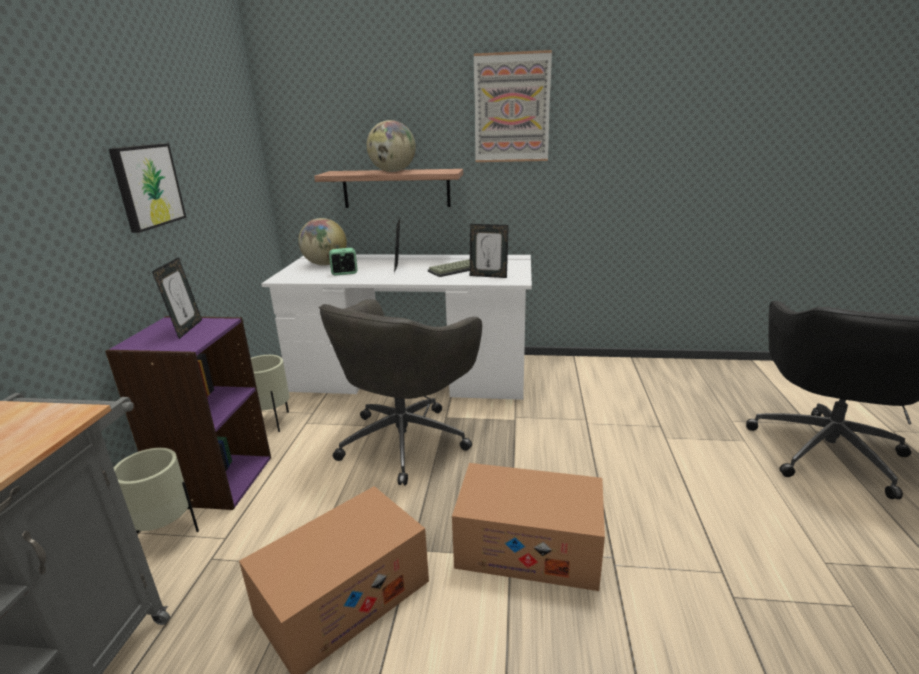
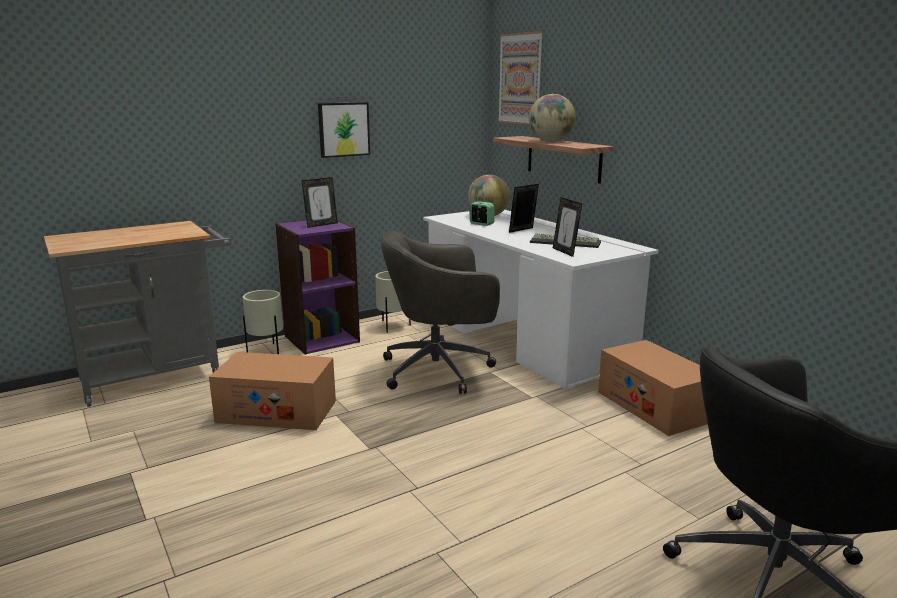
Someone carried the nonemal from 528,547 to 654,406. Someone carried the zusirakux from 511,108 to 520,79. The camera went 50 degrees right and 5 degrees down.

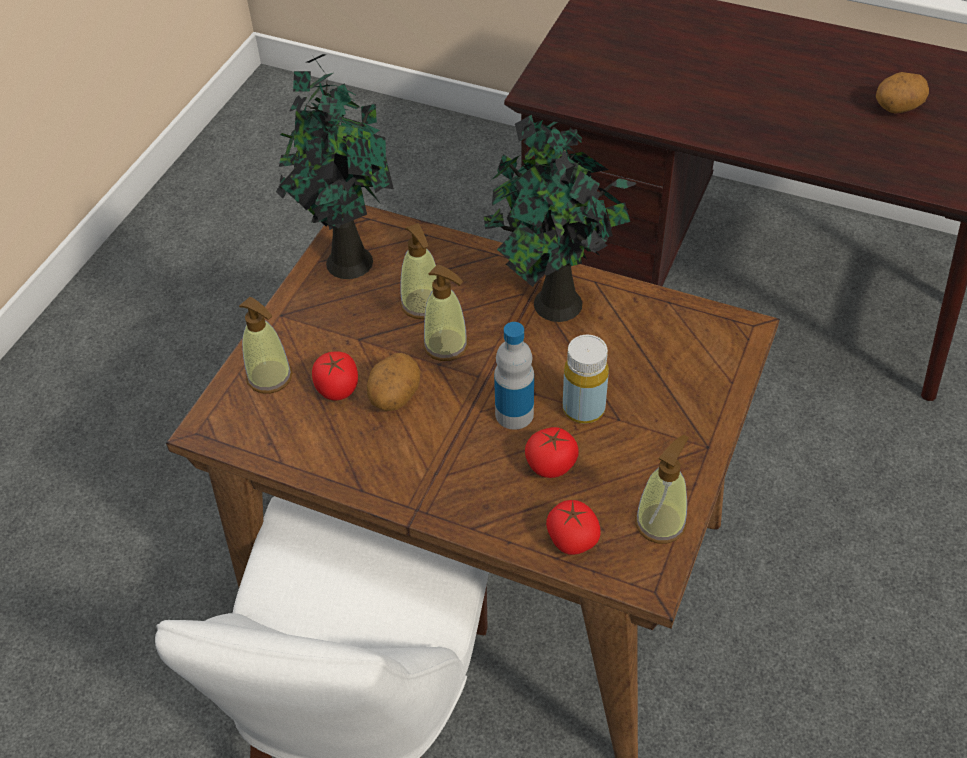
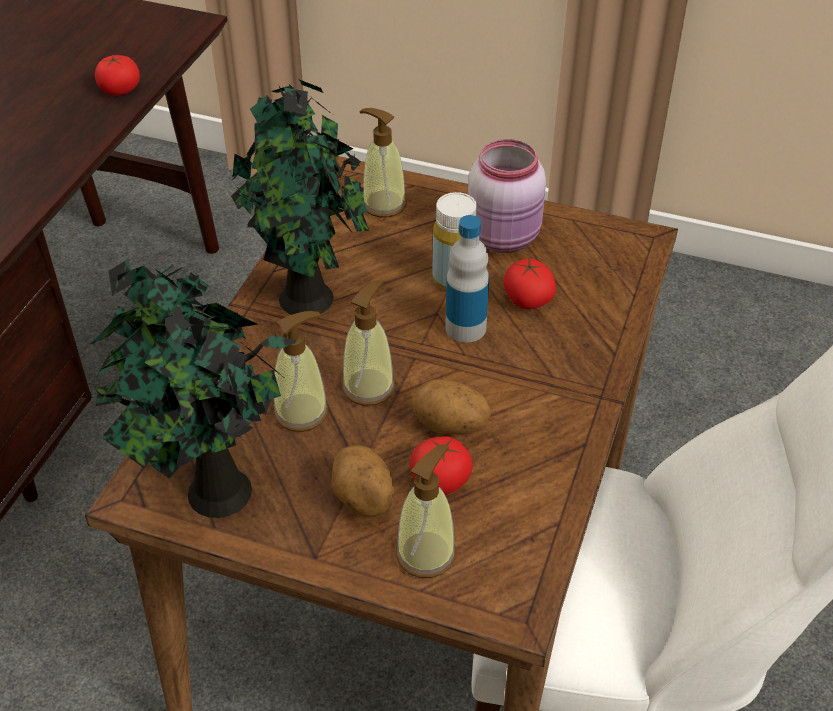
Someone carried the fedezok from 572,539 to 120,90. Someone carried the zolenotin from 660,522 to 383,204. Someone carried the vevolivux from 897,108 to 362,500. Someone put down the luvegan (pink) at 505,237. The camera went 95 degrees left and 5 degrees down.

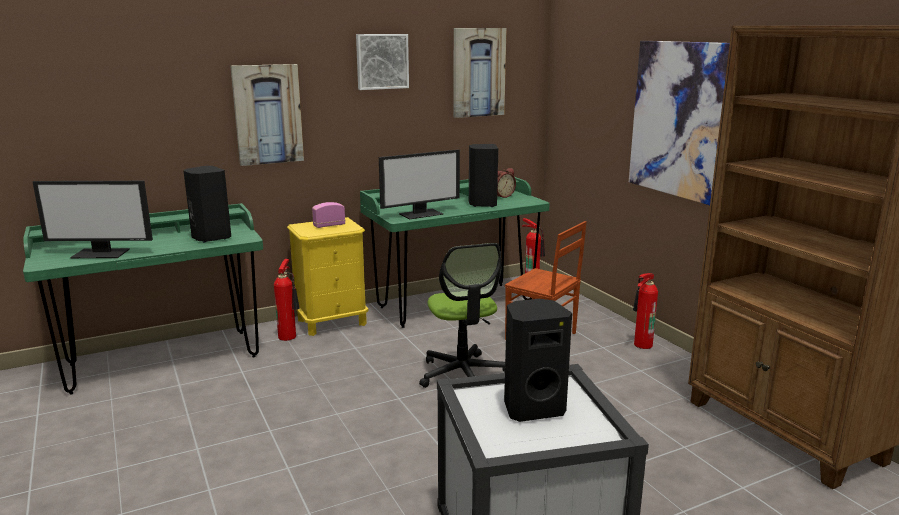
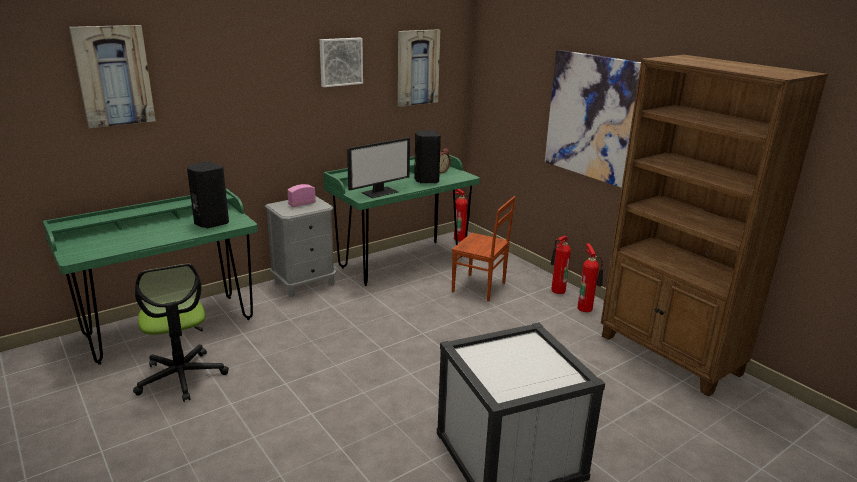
Someone took away the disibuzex at 101,253. Someone carried the zusirakux from 267,114 to 114,76. Someone carried the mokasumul from 289,336 to 586,308. Someone repainted the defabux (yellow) at 332,322, which became the defabux (grey) at 304,283. Someone carried the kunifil from 463,374 to 181,377. Someone took away the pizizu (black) at 532,408. The camera went 10 degrees left and 5 degrees up.

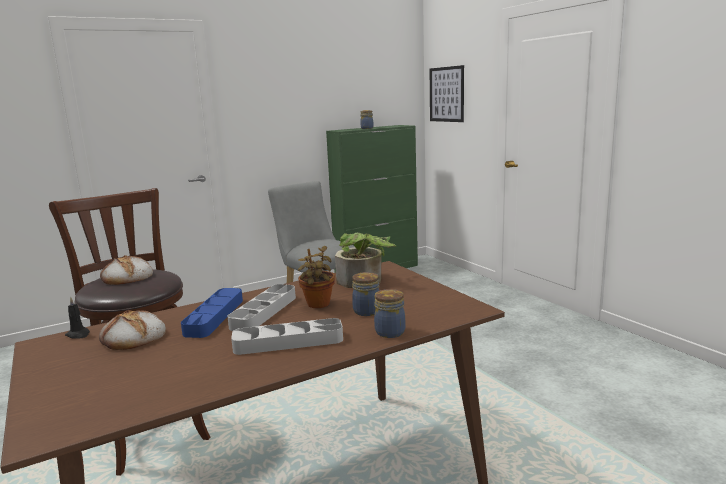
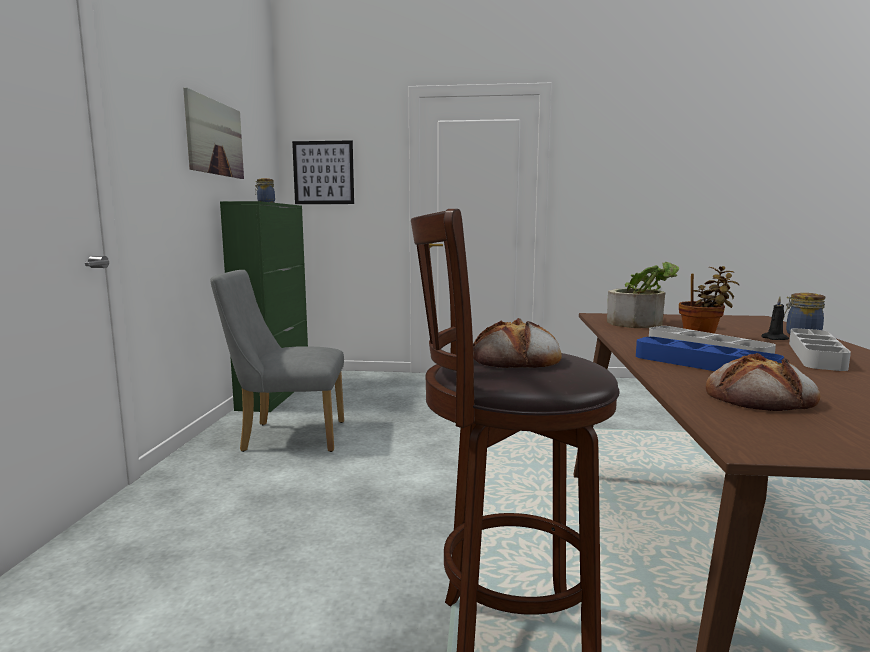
Someone carried the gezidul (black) from 78,334 to 776,338. Someone took away the luvegan at 367,311. Someone put up the zusirakux at 215,138. The camera went 55 degrees left and 5 degrees down.

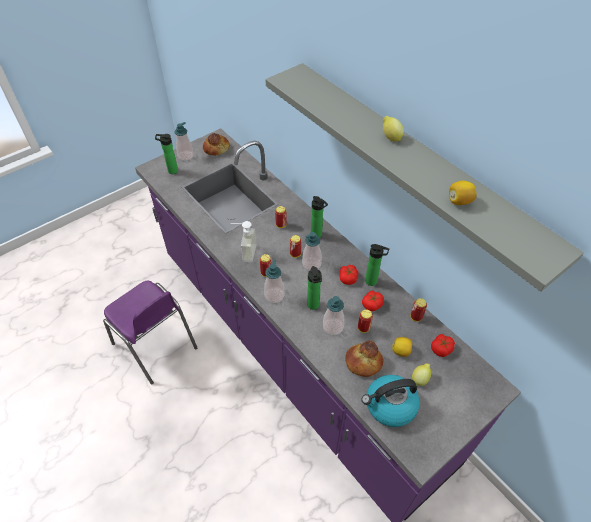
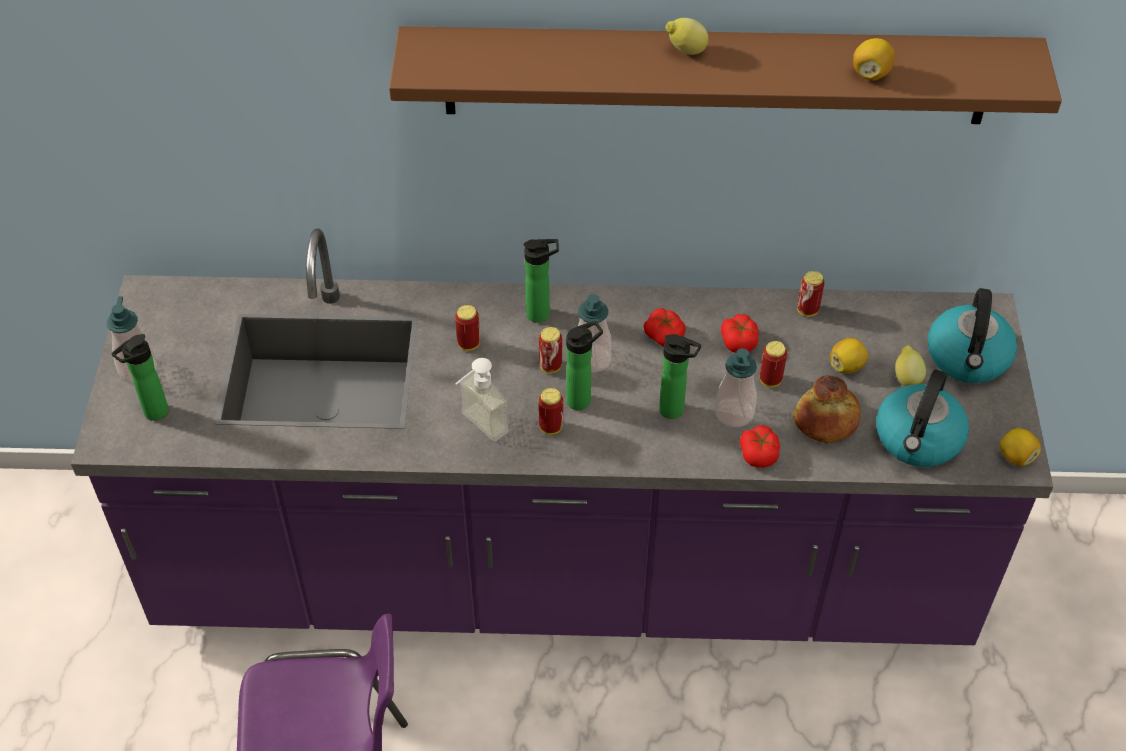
Someone took away the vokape at 216,148. Someone took away the zolenotin at 274,295. Someone repainted the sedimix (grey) at 413,165, which became the sedimix (brown) at 716,75. Someone carried the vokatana from 373,282 to 582,399. Someone carried the fedezok from 441,349 to 759,454. Someone put down the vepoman at 968,358. Someone put down the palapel at 1016,457. The camera went 50 degrees left and 0 degrees up.

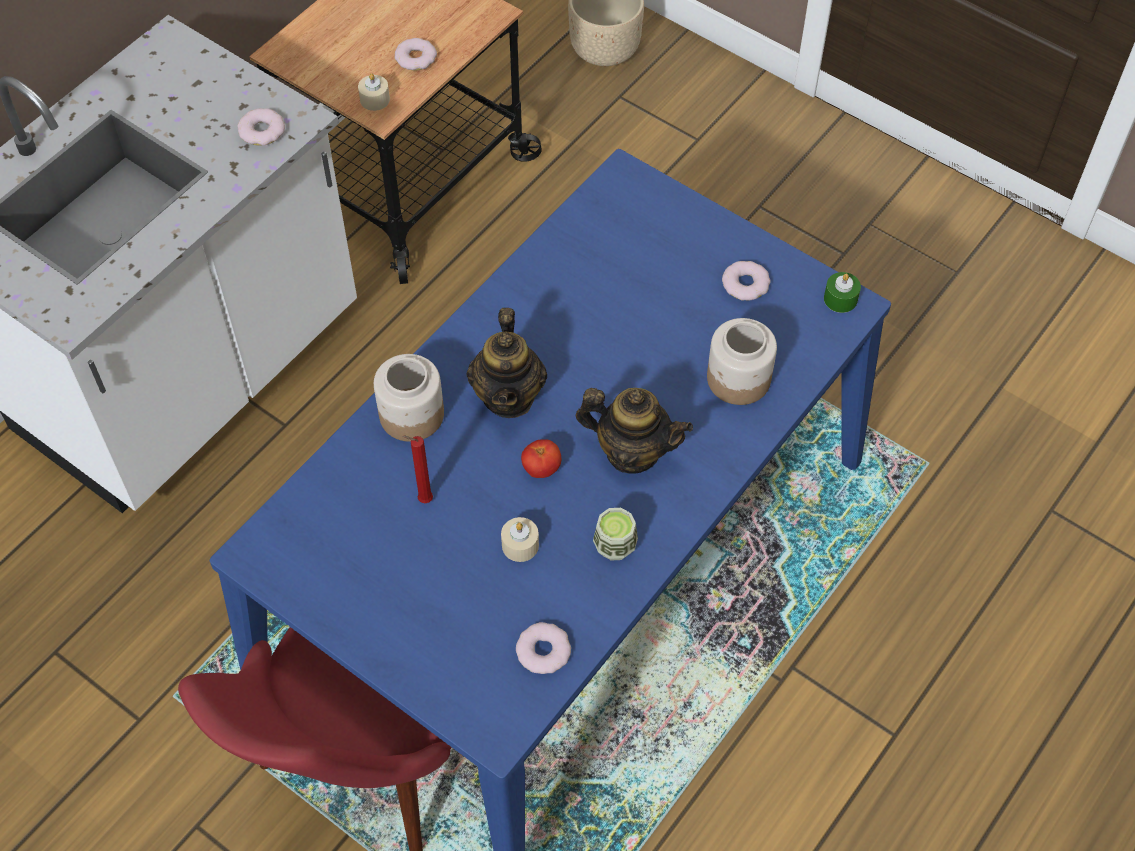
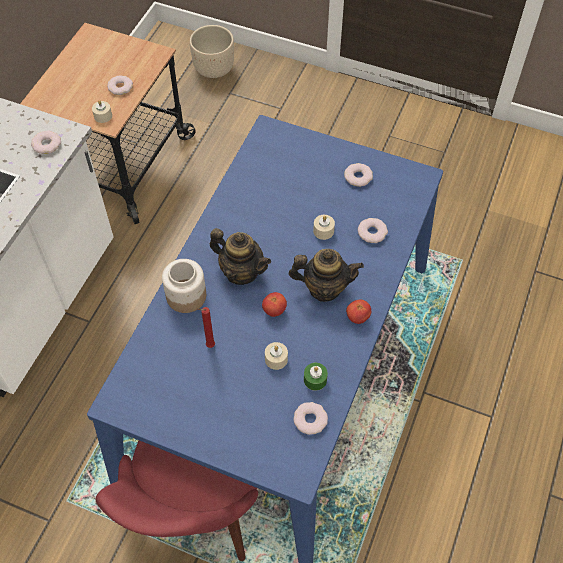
Someone rotated the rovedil at 509,396 by 45 degrees counterclockwise. Someone took away the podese at 615,545. Someone swapped the luvegan at 738,379 for the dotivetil at 372,232. Someone carried the gezidul (green) from 840,299 to 315,379. Someone put down the gezidul (beige) at 323,231. Someone put down the fedezok at 357,317. The camera went 15 degrees left and 0 degrees up.

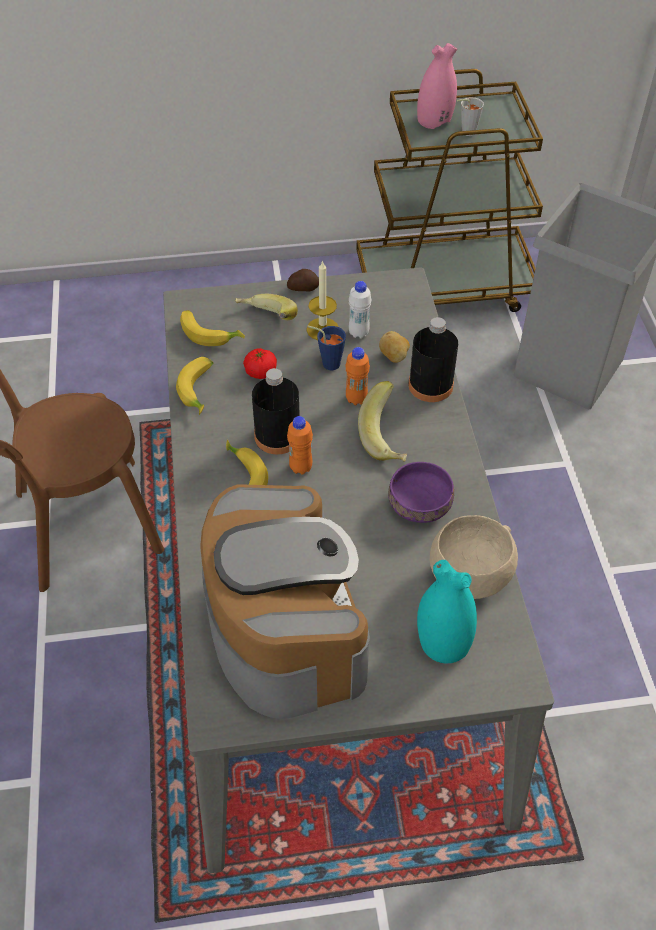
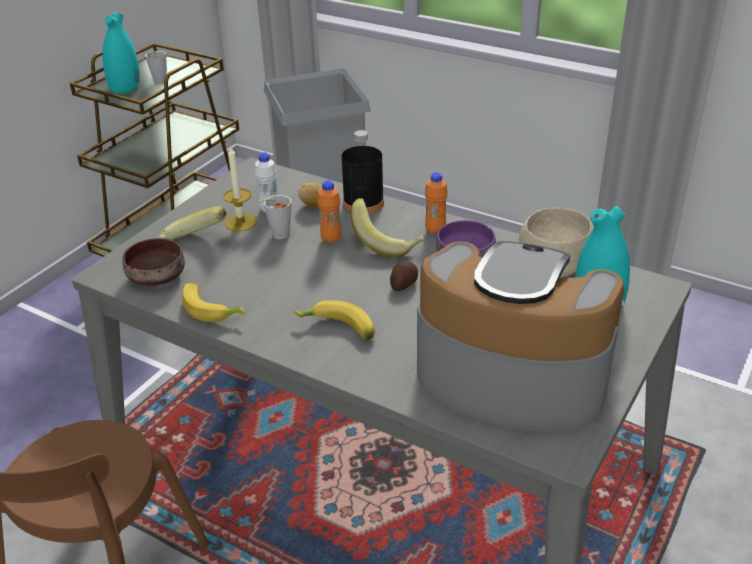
Someone swapped the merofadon at 210,333 for the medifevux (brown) at 158,276. Someone took away the fedezok at 260,372. Someone took away the vokatana (black) at 277,436. Someone carried the vevolivux from 303,287 to 403,284. Someone carried the vokatana (orange) from 300,467 to 435,231. Someone repainted the podese (blue) at 327,363, which became the podese (grey) at 277,236. Someone repainted the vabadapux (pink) at 434,121, which became the vabadapux (turquoise) at 125,87. The camera went 50 degrees left and 15 degrees down.

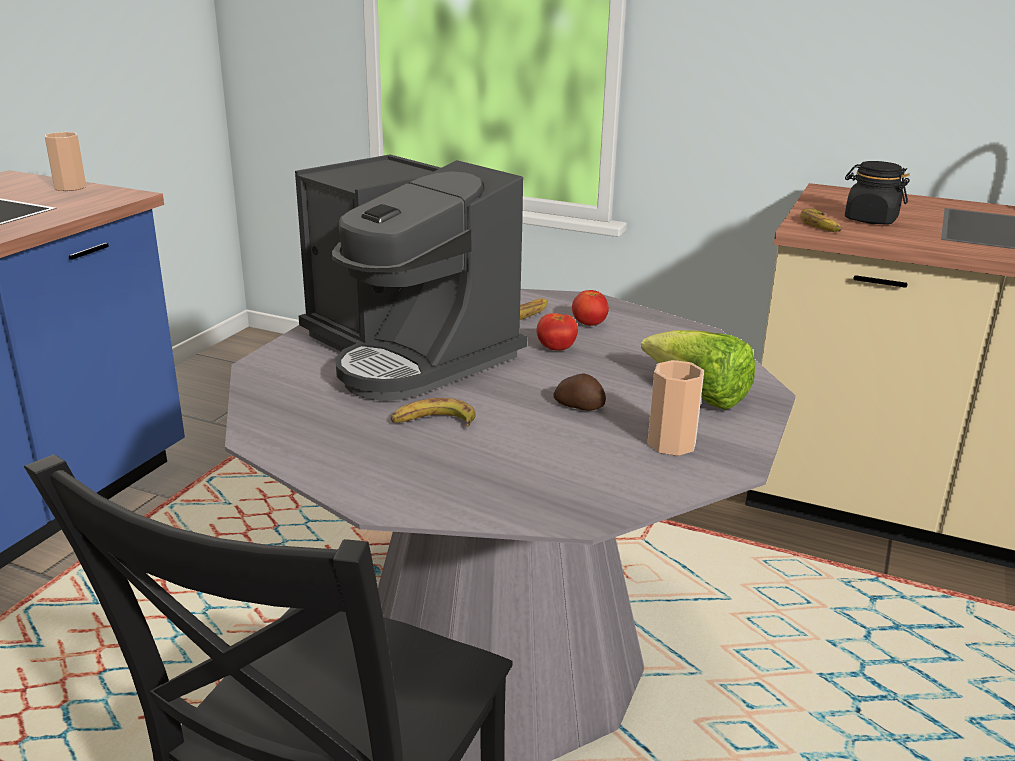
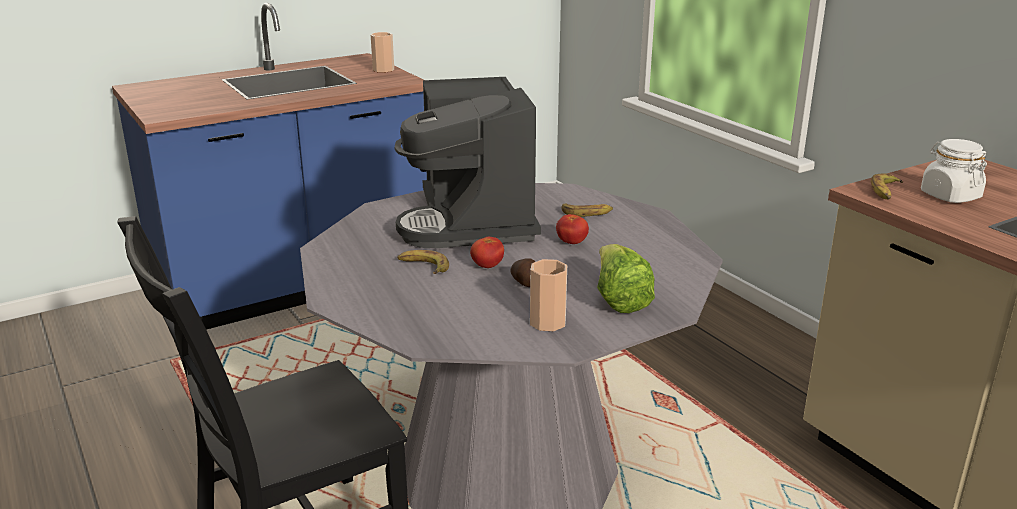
Someone carried the fedezok from 589,324 to 487,266. Someone repainted the luvegan (black) at 870,220, which became the luvegan (white) at 949,196. The camera went 35 degrees right and 0 degrees up.

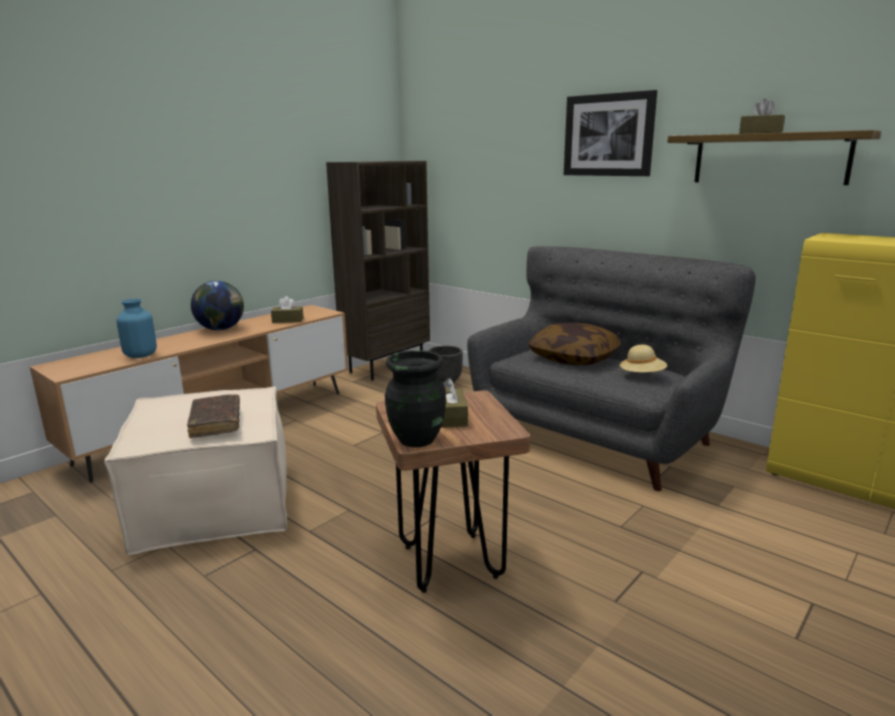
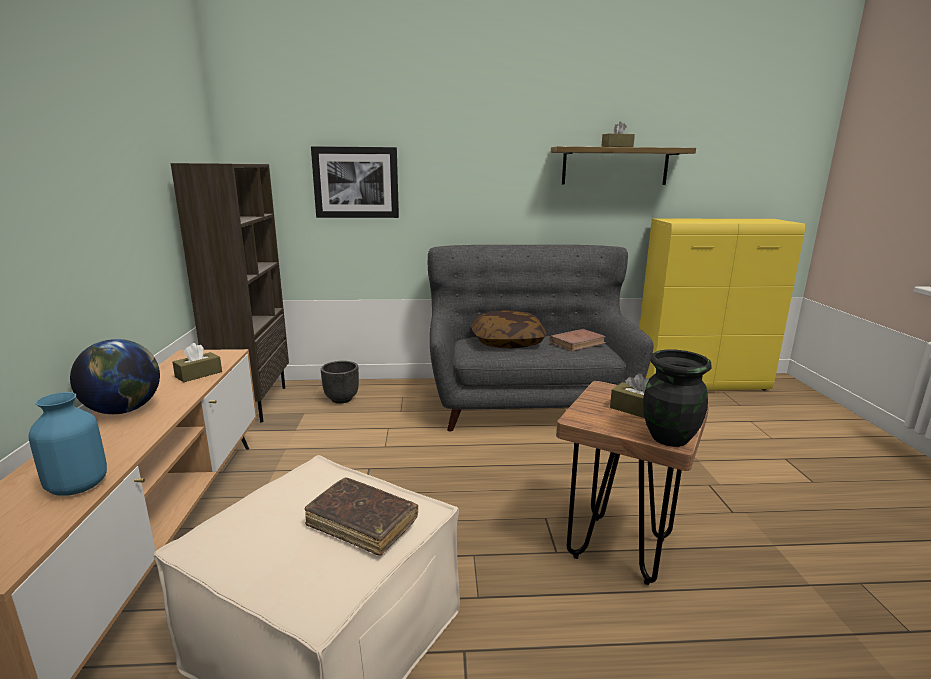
Someone carried the zusirakux from 608,135 to 356,182. Someone swapped the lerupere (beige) at 642,375 for the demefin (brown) at 577,343. The camera went 45 degrees left and 0 degrees up.

